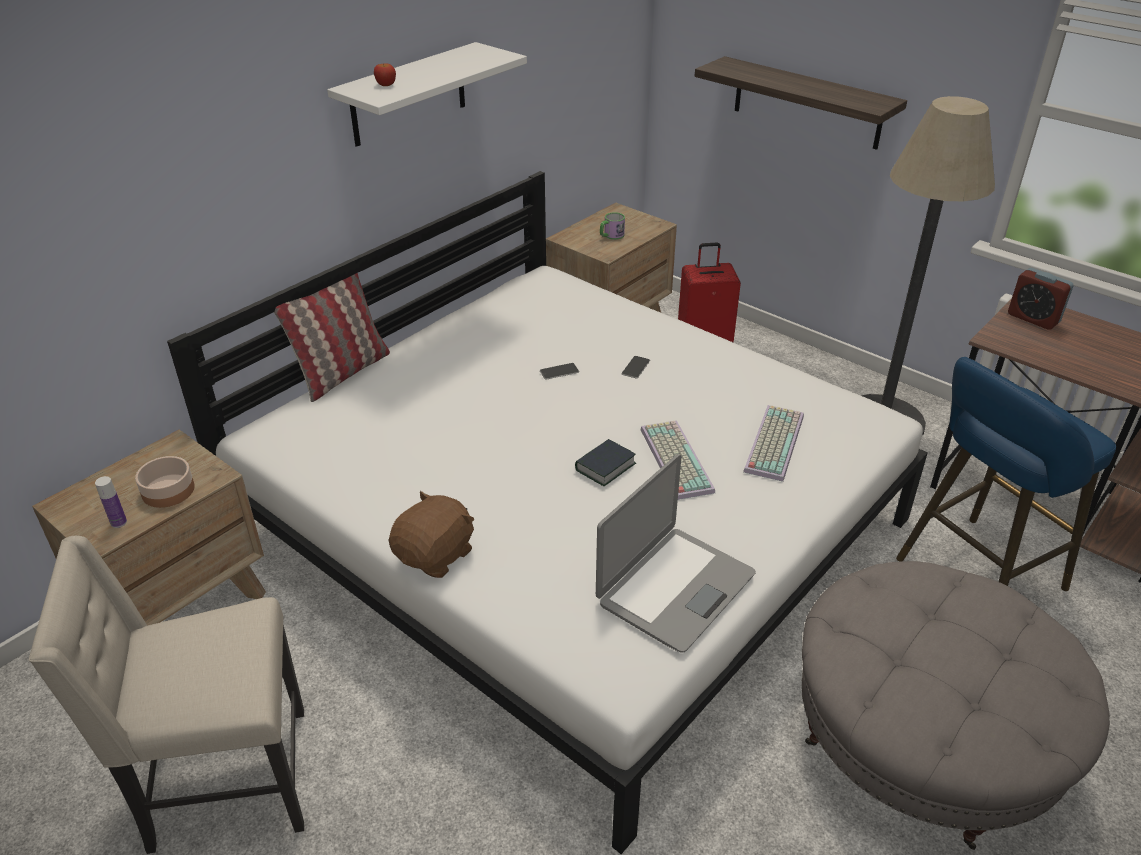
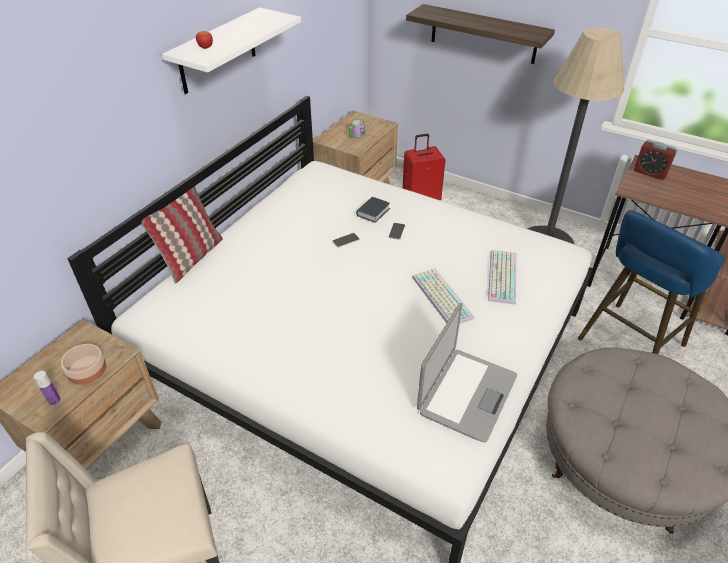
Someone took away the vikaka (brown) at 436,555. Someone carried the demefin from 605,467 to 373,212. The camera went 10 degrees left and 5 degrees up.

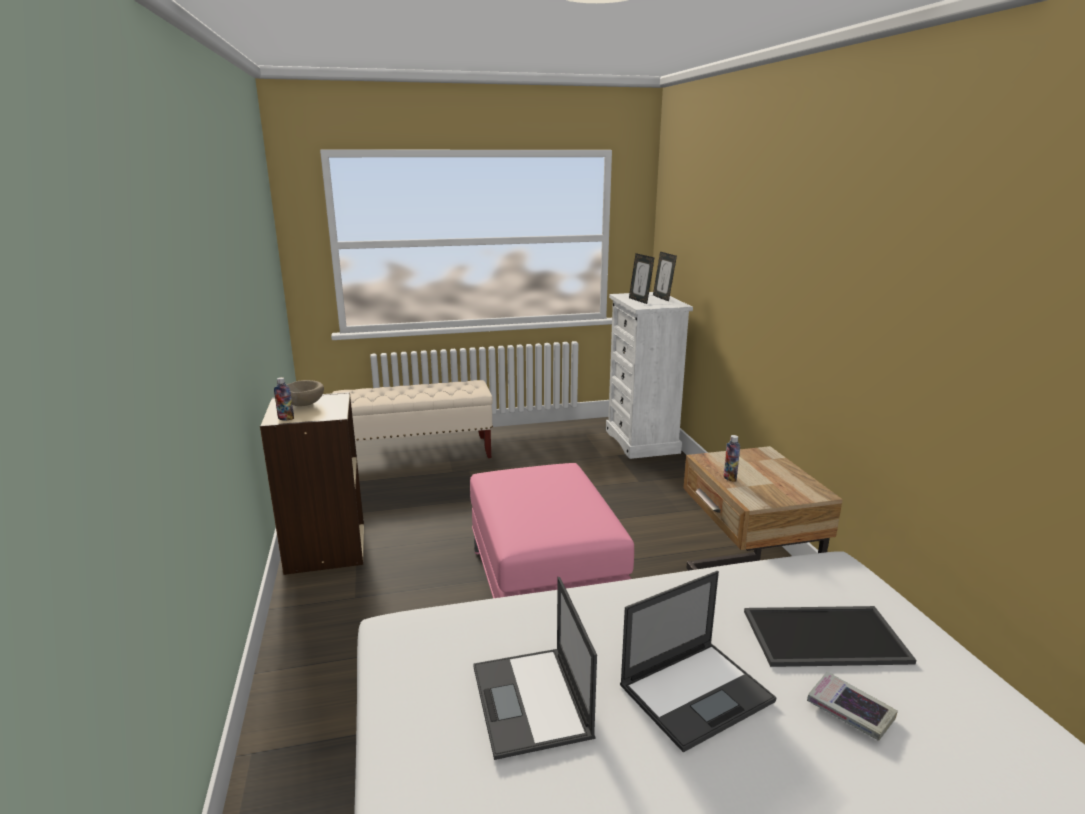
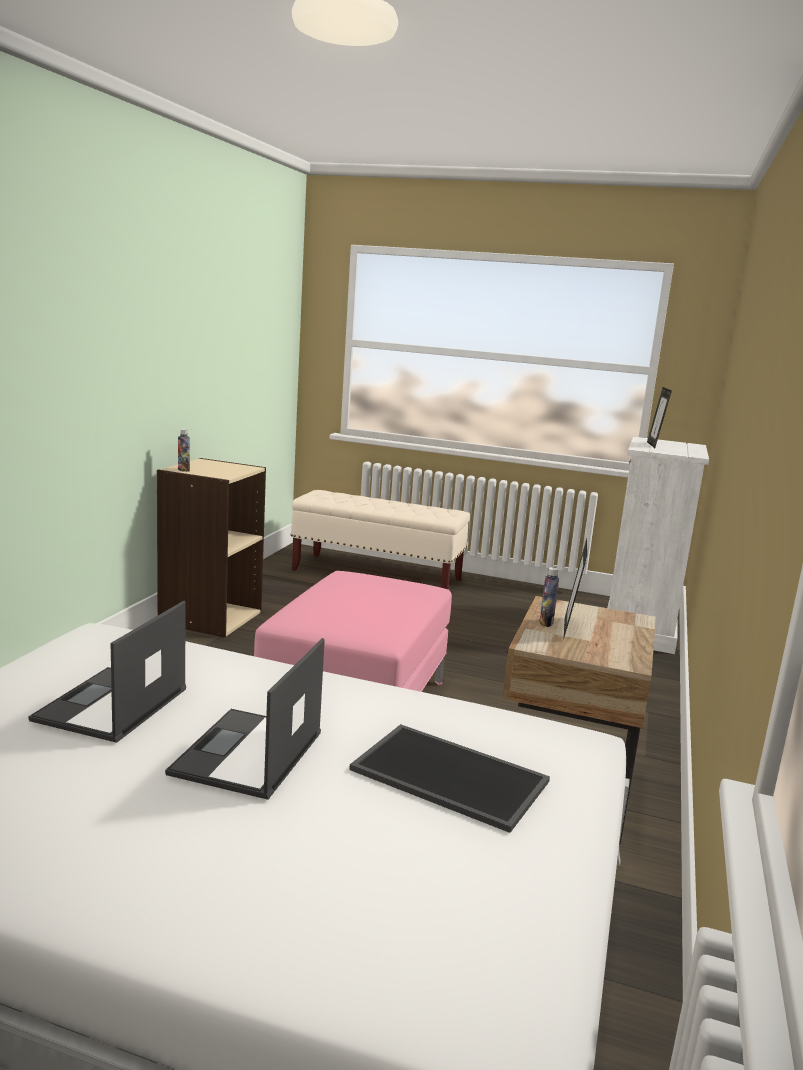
Someone took away the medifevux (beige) at 303,404. Someone rotated the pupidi at 697,692 by 105 degrees clockwise. Someone carried the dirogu from 663,298 to 569,629. Someone took away the demefin at 850,711. The camera went 30 degrees right and 5 degrees down.

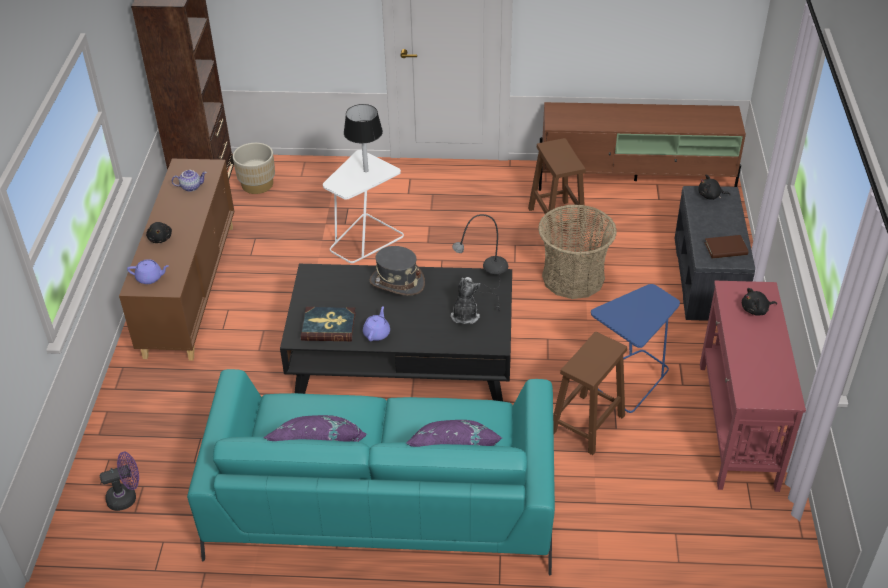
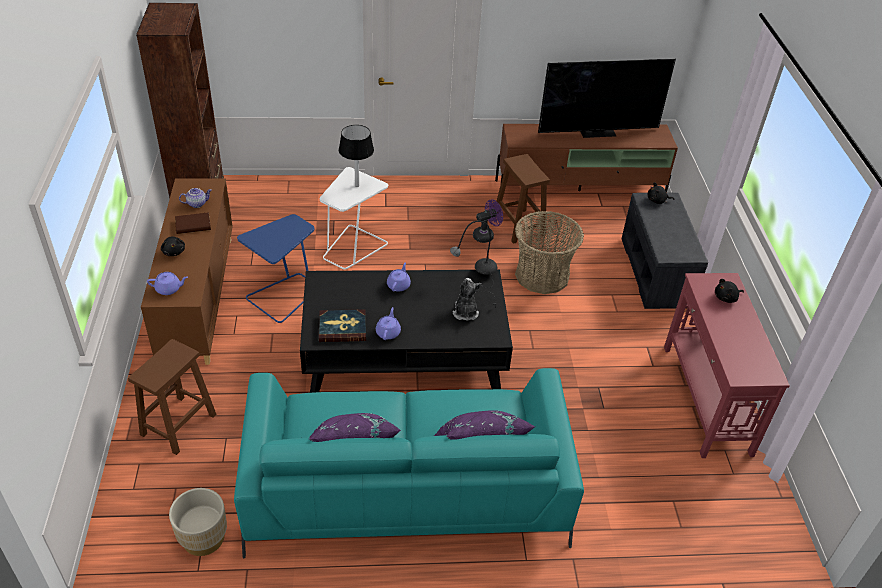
Someone carried the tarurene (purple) from 126,497 to 486,235. Someone carried the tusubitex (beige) from 257,184 to 203,538. Someone swapped the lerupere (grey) at 397,282 for the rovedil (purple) at 398,285. Someone carried the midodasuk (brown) from 586,425 to 178,425. Someone carried the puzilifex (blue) from 629,379 to 284,296. Someone carried the demefin (brown) from 725,249 to 193,225. Someone put down the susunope at 598,131. The camera went 10 degrees left and 0 degrees up.

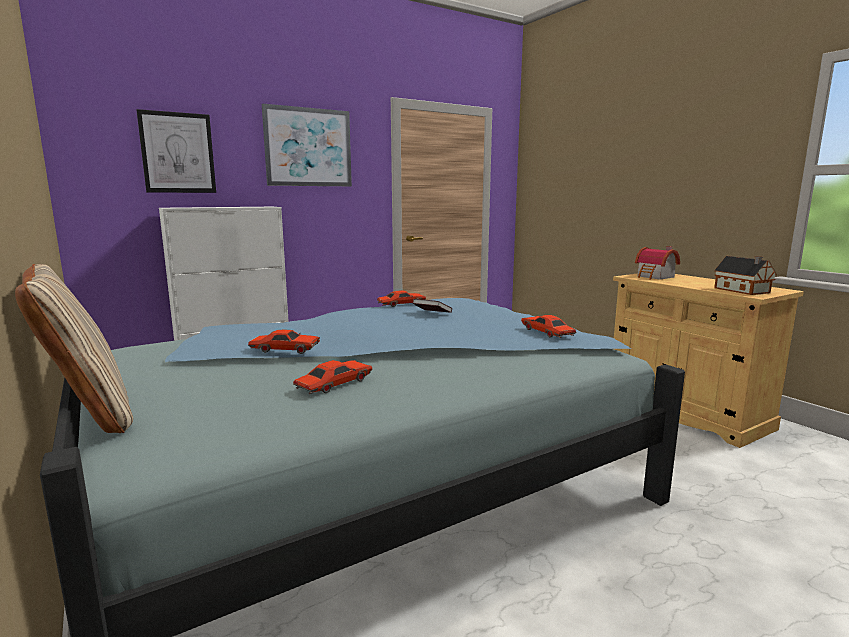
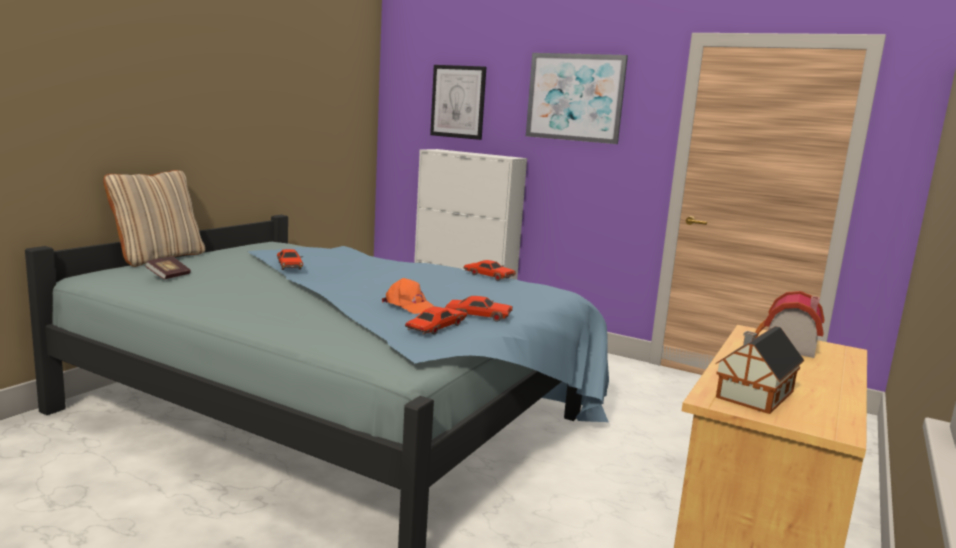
Someone carried the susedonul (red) from 334,384 to 478,316. Someone carried the demefin from 432,313 to 168,276. Someone put down the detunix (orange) at 409,306. The camera went 60 degrees right and 0 degrees up.

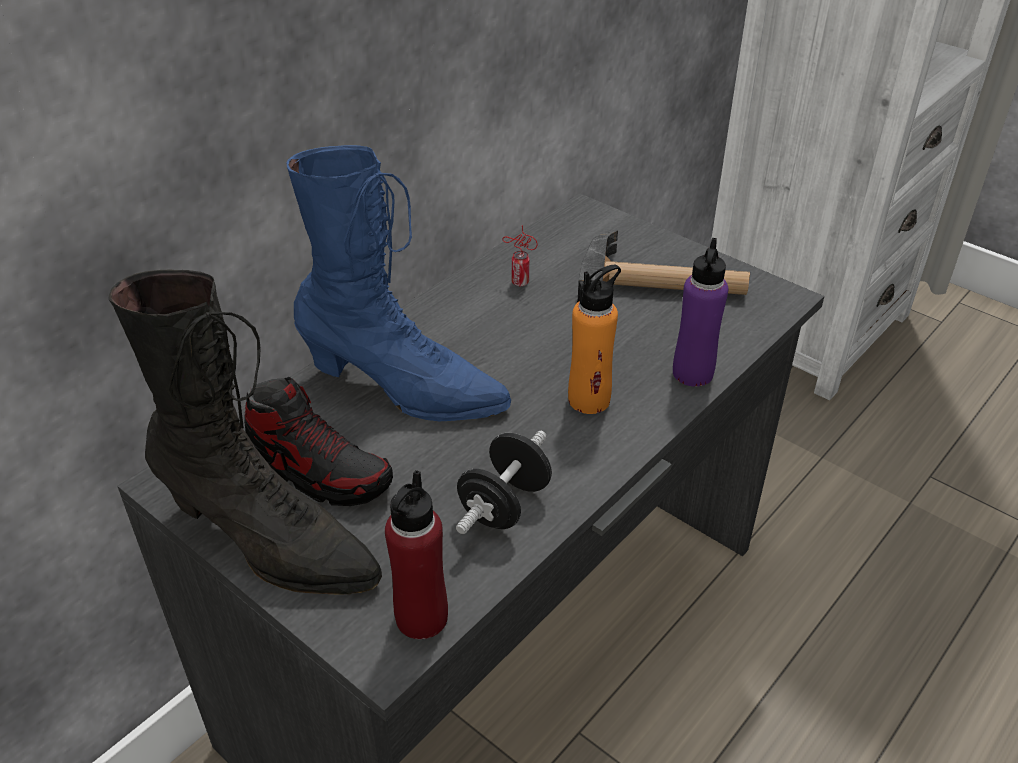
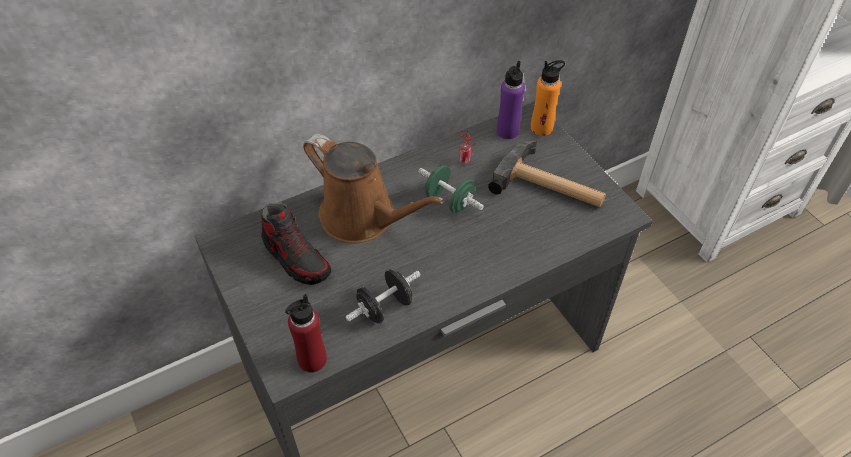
Someone took away the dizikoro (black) at 268,543. Someone swapped the dizikoro (blue) at 403,390 for the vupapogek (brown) at 363,218. Someone carried the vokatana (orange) from 589,400 to 541,128. Someone carried the vokatana (purple) from 692,373 to 507,131. Someone put down the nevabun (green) at 449,201. The camera went 20 degrees right and 10 degrees up.

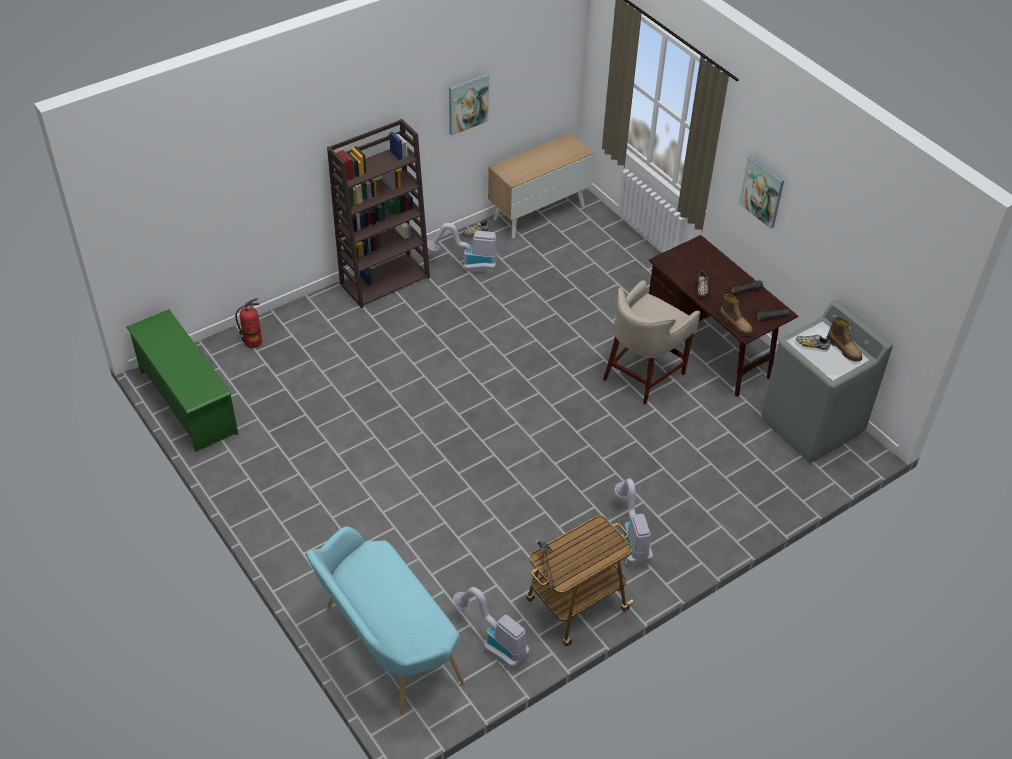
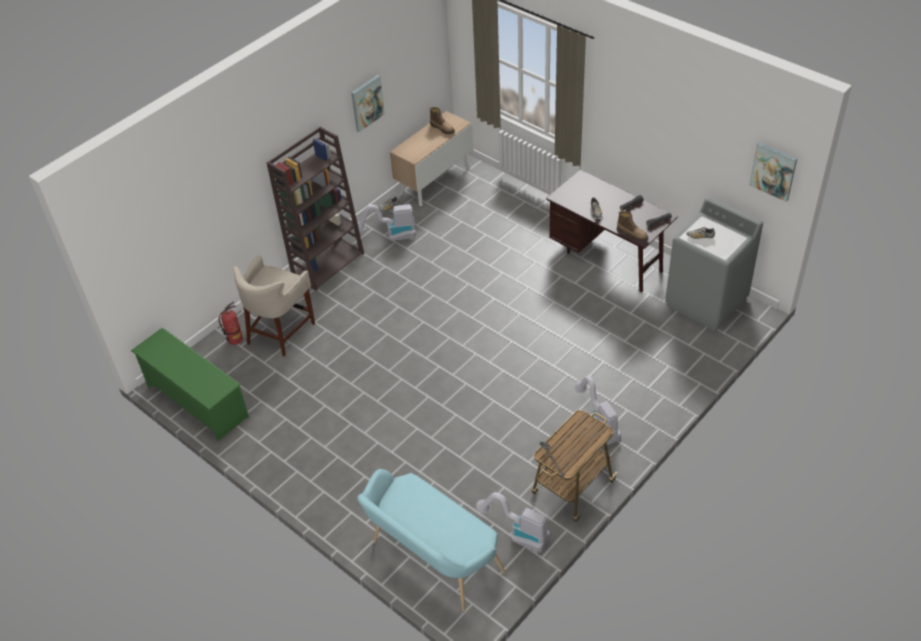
Someone carried the midodasuk (beige) from 643,375 to 280,332. Someone carried the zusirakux from 762,191 to 773,171. Someone carried the dizikoro from 844,349 to 442,128. The camera went 10 degrees left and 0 degrees up.

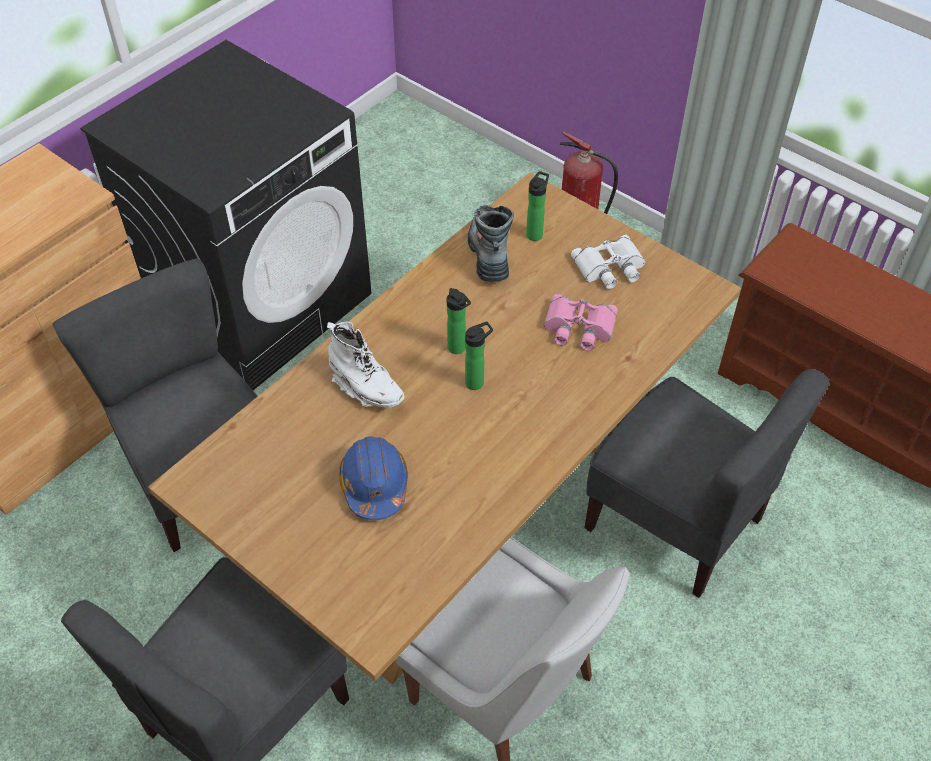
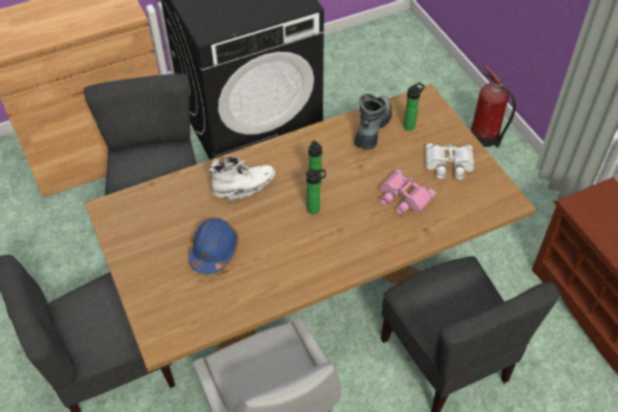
Someone rotated the dizikoro (white) at 366,387 by 90 degrees counterclockwise. The camera went 25 degrees right and 0 degrees up.

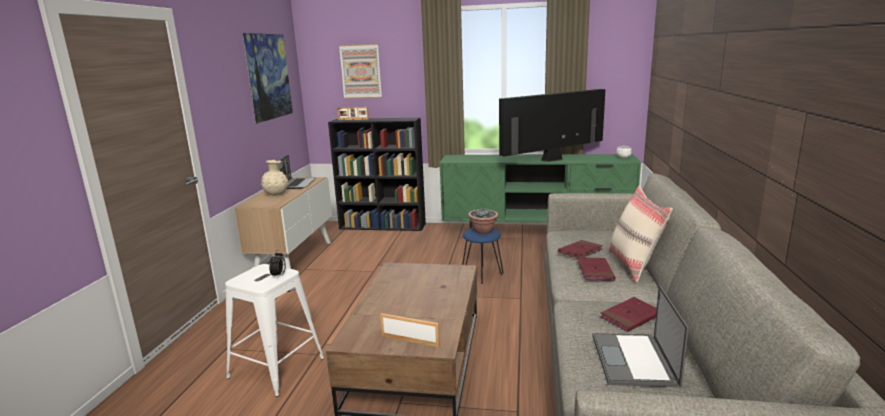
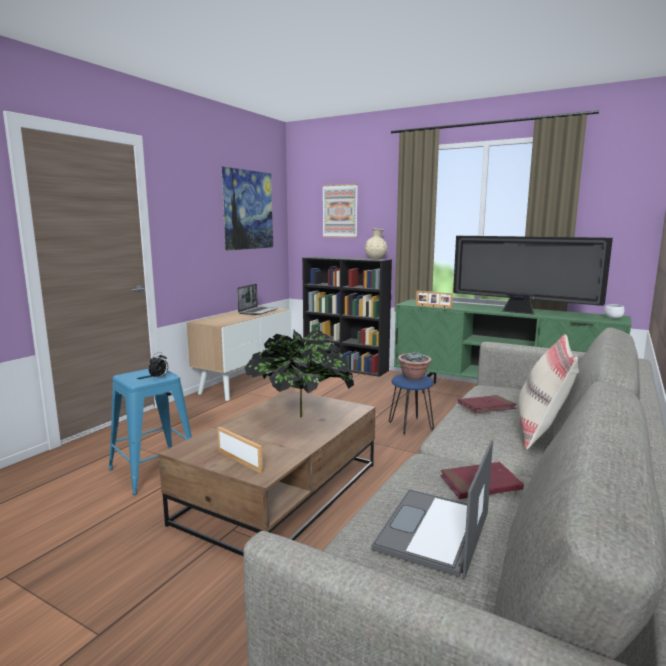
Someone repainted the midodasuk (white) at 276,368, which became the midodasuk (blue) at 154,471. Someone carried the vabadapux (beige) from 276,195 to 375,259. Someone carried the dirogu from 353,119 to 433,306. Someone rotated the susunope at 552,159 by 135 degrees counterclockwise. Someone took away the demefin (red) at 595,271. Someone put down the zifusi at 300,416. The camera went 20 degrees right and 5 degrees down.

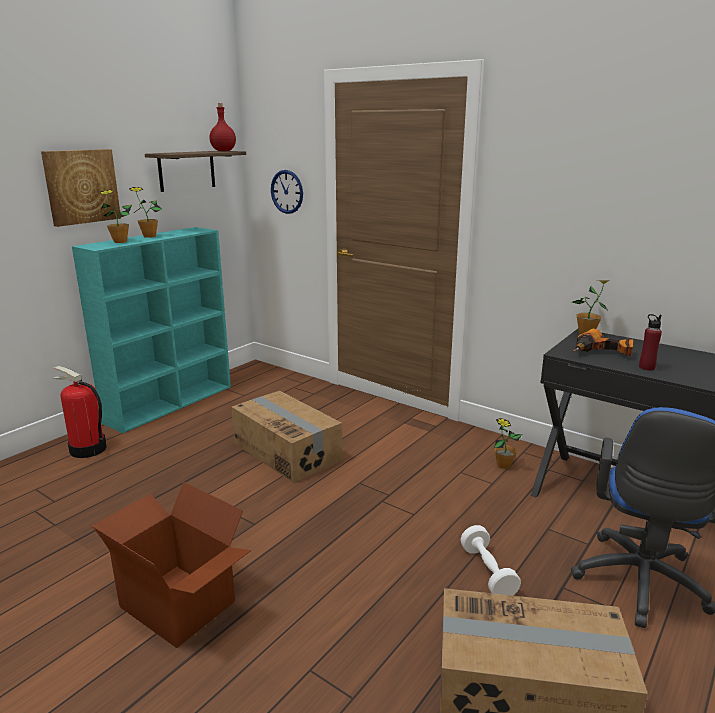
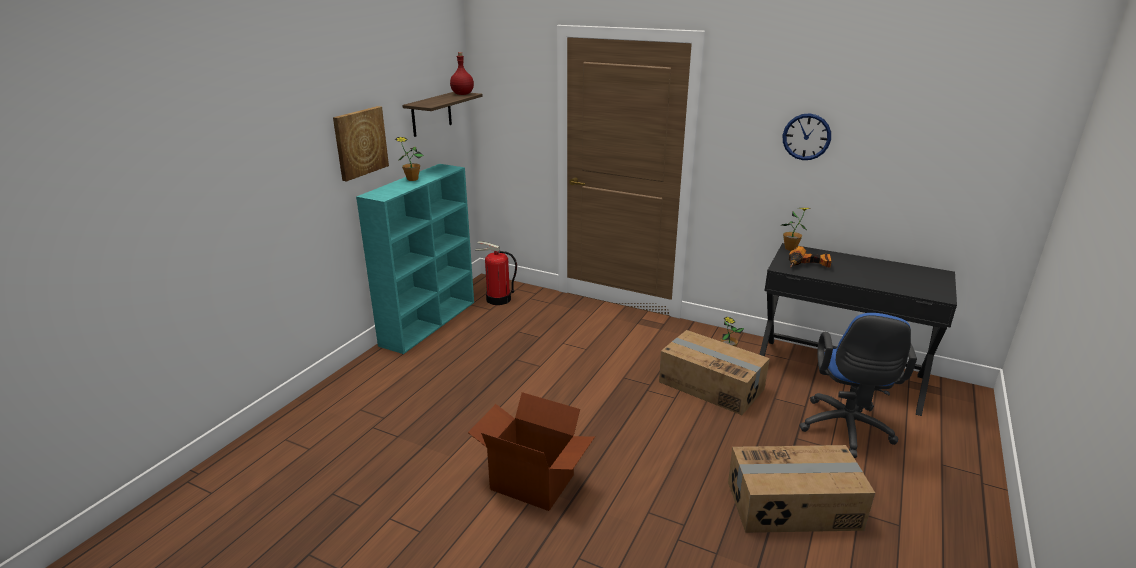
Someone carried the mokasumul from 87,449 to 498,299. Someone took away the zifusi at 120,241. Someone carried the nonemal from 287,451 to 711,385. Someone carried the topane from 287,192 to 806,137. Someone took away the nevabun (white) at 488,572. Someone took away the vokatana (red) at 646,367. The camera went 10 degrees left and 5 degrees up.

